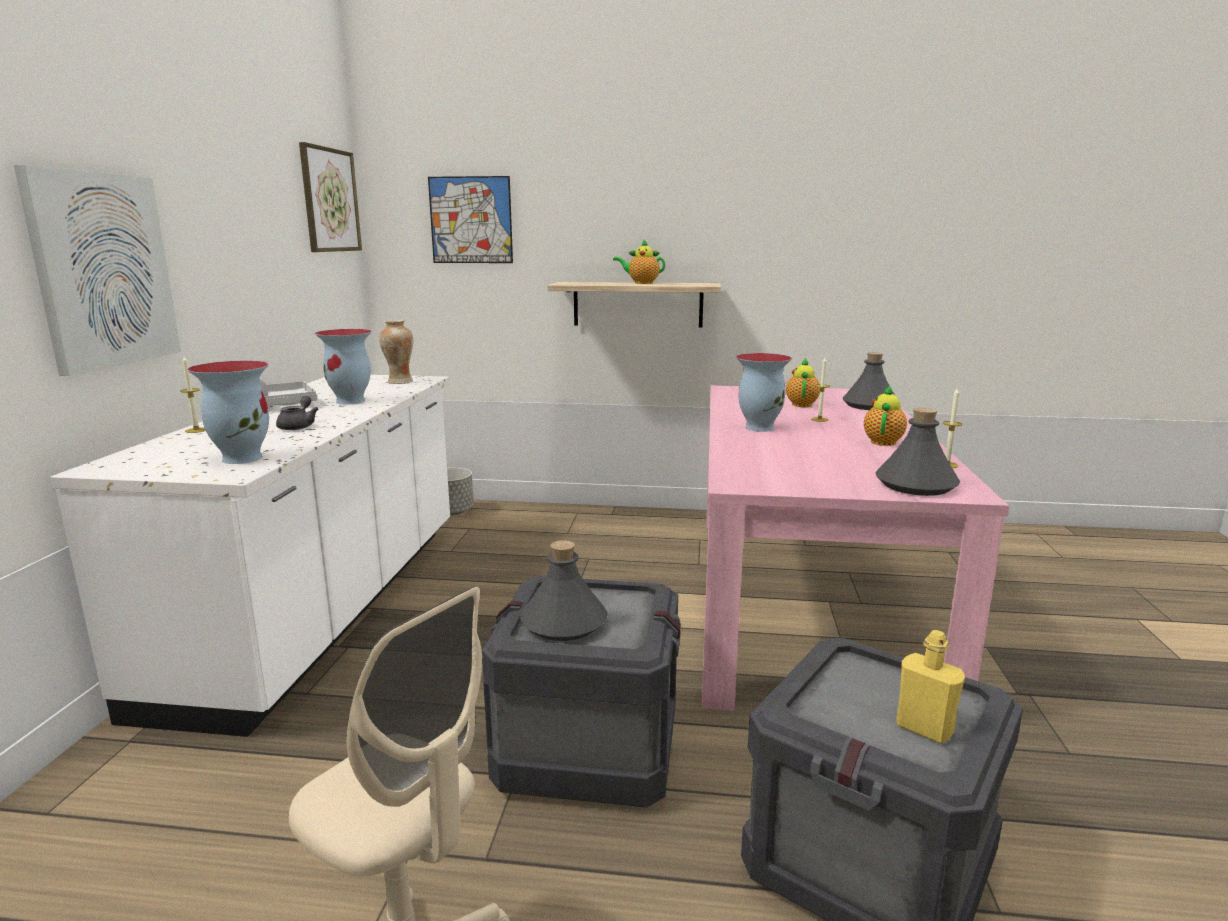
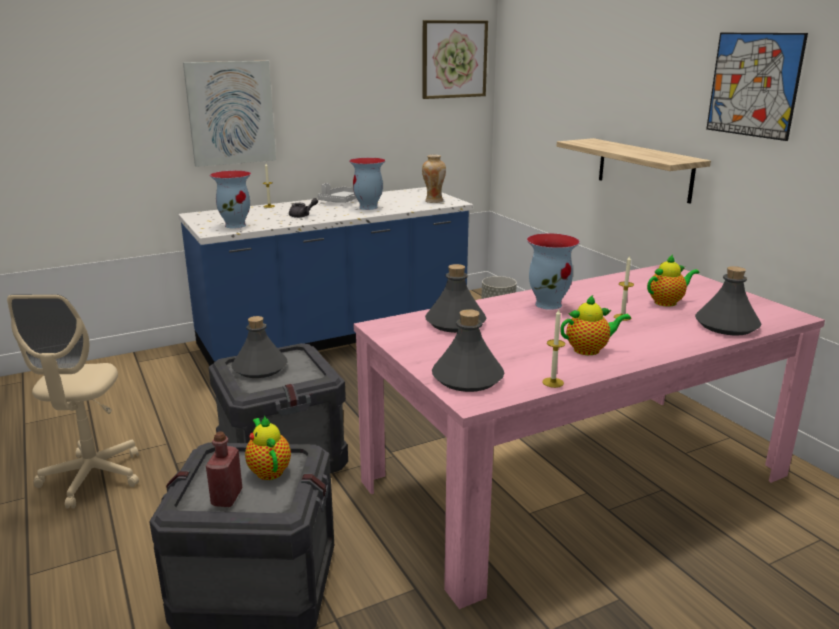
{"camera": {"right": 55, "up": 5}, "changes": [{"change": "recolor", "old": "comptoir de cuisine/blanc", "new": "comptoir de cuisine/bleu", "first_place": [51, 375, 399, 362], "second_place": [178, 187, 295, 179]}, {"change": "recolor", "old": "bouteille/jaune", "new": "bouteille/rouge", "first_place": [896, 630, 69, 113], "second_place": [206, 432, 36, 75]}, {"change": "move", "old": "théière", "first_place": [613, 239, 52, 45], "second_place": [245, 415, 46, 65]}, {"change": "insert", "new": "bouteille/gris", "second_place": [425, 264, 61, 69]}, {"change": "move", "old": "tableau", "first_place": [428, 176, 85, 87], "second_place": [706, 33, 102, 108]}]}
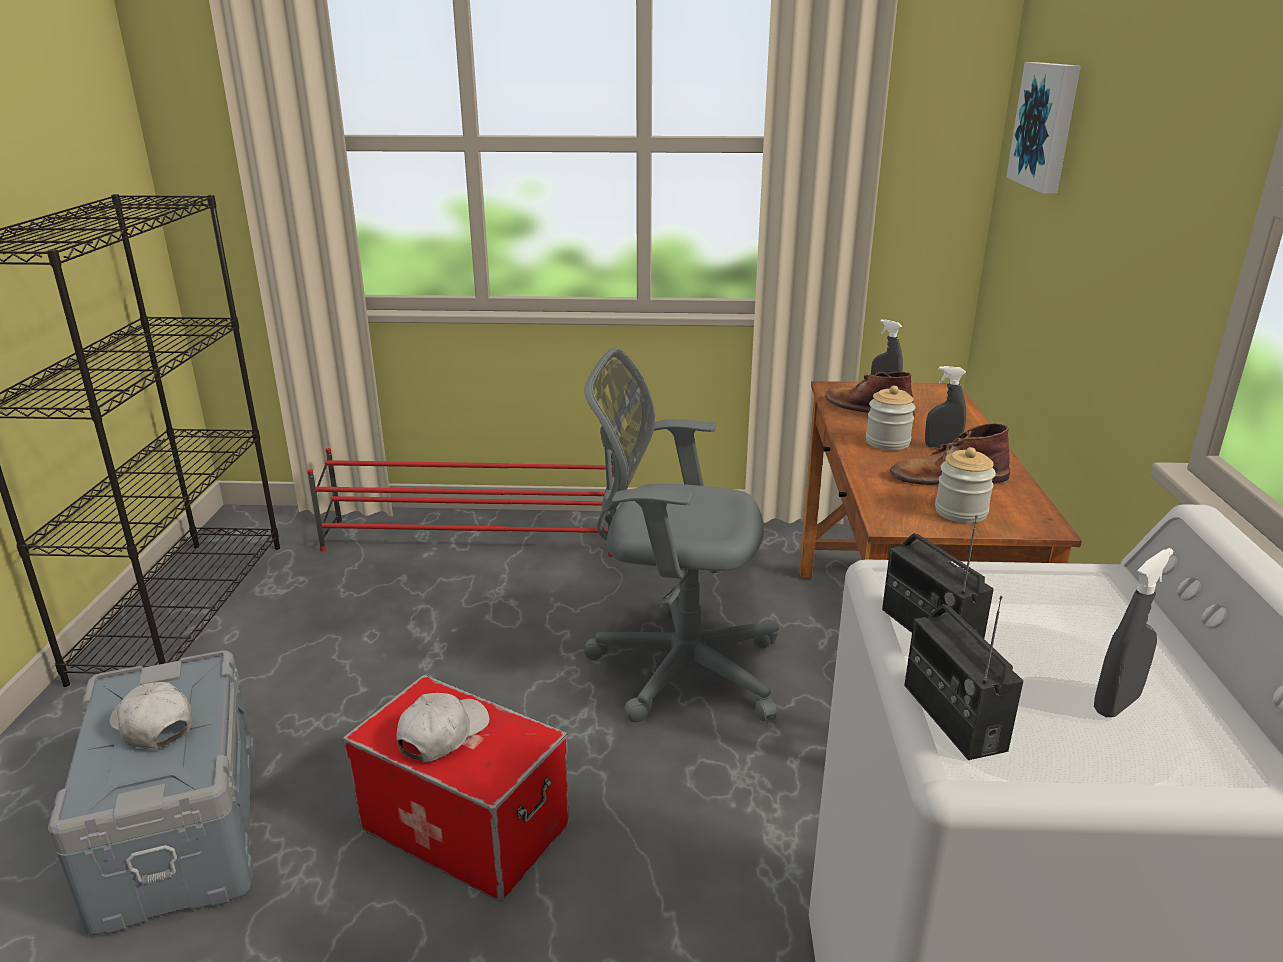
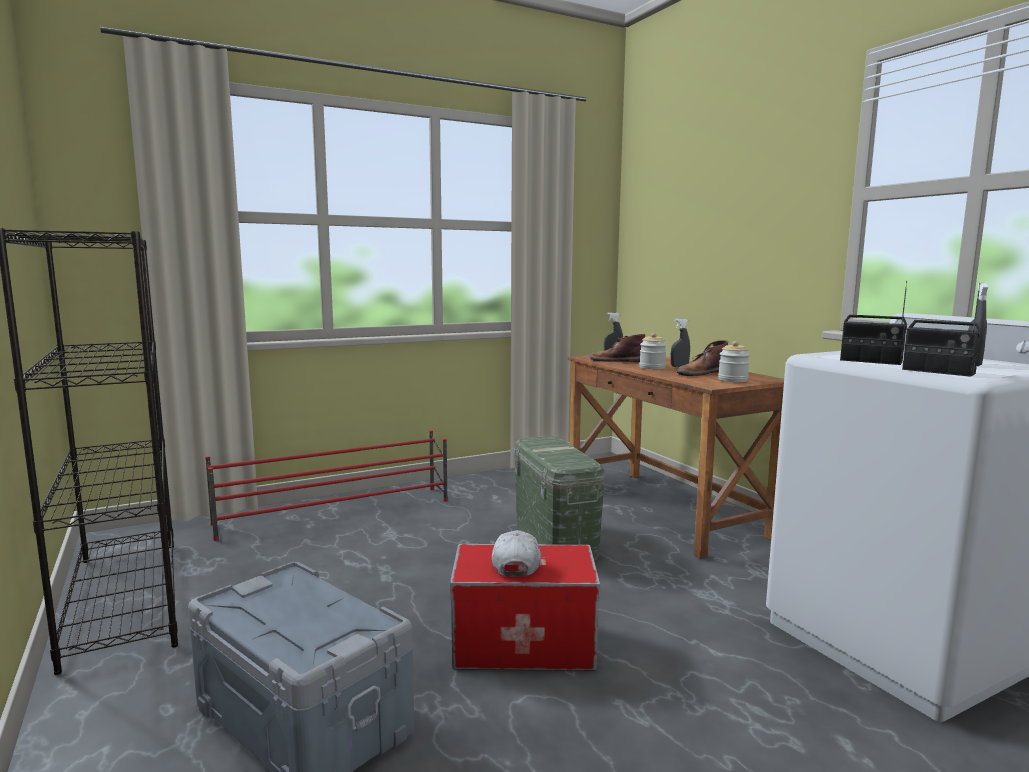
{"camera": {"right": -30, "up": -15}, "changes": [{"change": "replace", "old": "chaise de bureau/gris", "new": "boîte de rangement/vert", "first_place": [583, 347, 196, 375], "second_place": [513, 436, 93, 125]}, {"change": "delete", "old": "casquette/blanc", "first_place": [110, 682, 82, 68]}, {"change": "delete", "old": "tableau", "first_place": [1006, 62, 75, 132]}]}
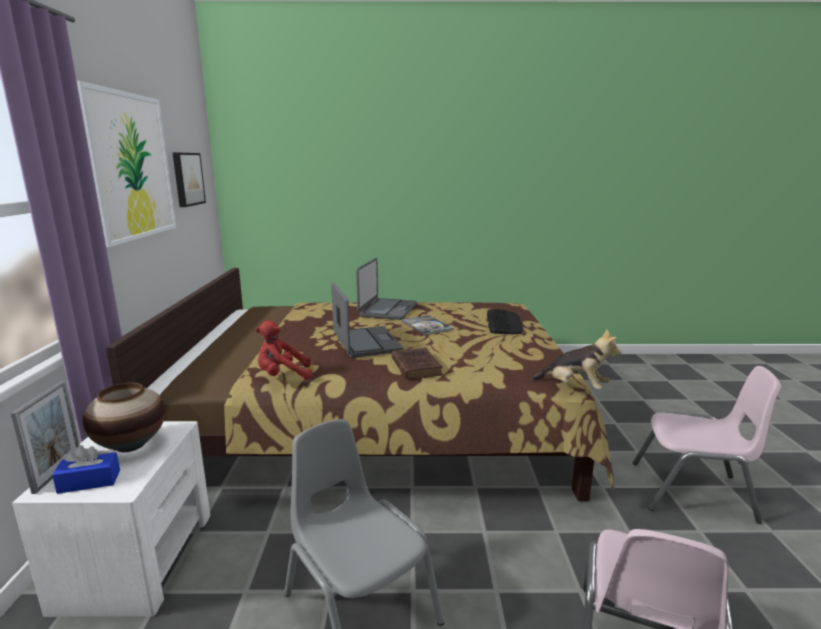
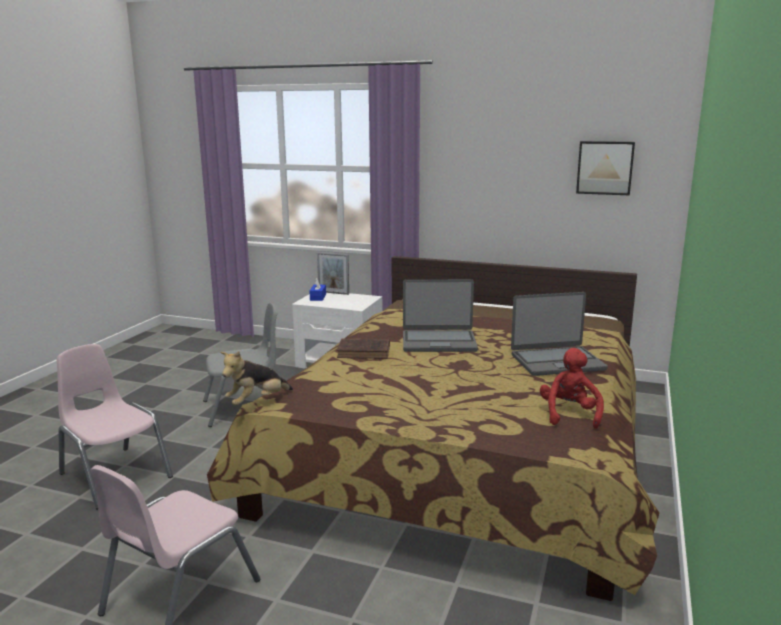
{"camera": {"right": 110, "up": 0}, "changes": [{"change": "rotate", "old": "ordinateur portable", "first_place": [356, 258, 61, 62], "second_place": [511, 292, 97, 84], "degrees": -45}, {"change": "move", "old": "peluche/rouge", "first_place": [255, 321, 57, 59], "second_place": [540, 348, 64, 81]}, {"change": "delete", "old": "tableau", "first_place": [77, 81, 99, 166]}, {"change": "delete", "old": "vase", "first_place": [83, 382, 82, 70]}, {"change": "delete", "old": "livre", "first_place": [402, 315, 51, 21]}, {"change": "delete", "old": "clavier", "first_place": [487, 309, 37, 25]}]}
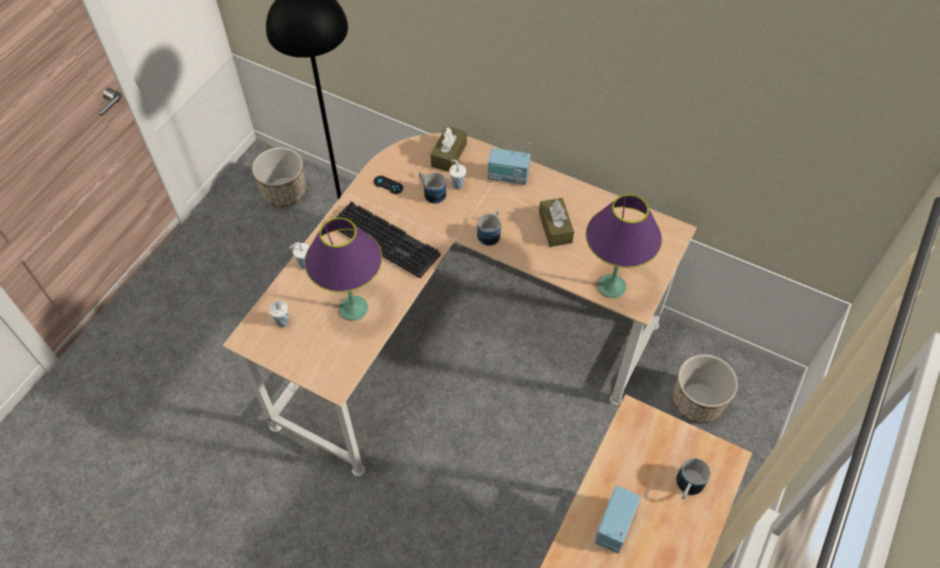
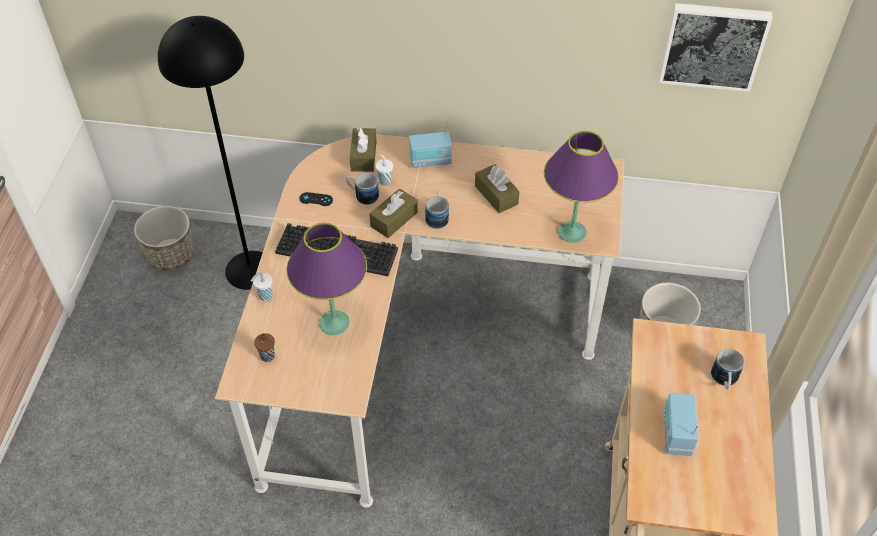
{"camera": {"right": -20, "up": -5}, "changes": [{"change": "recolor", "old": "tasse/blanc", "new": "tasse/marron", "first_place": [269, 301, 20, 26], "second_place": [254, 333, 21, 29]}, {"change": "insert", "new": "boîte à mouchoirs/marron", "second_place": [369, 189, 49, 49]}, {"change": "insert", "new": "tableau", "second_place": [659, 3, 114, 89]}]}
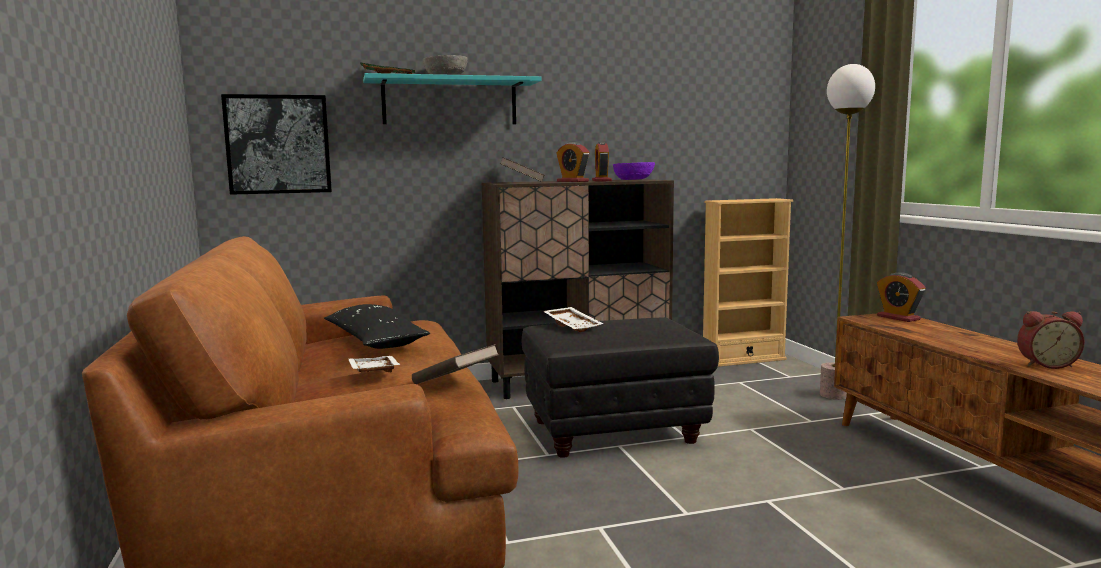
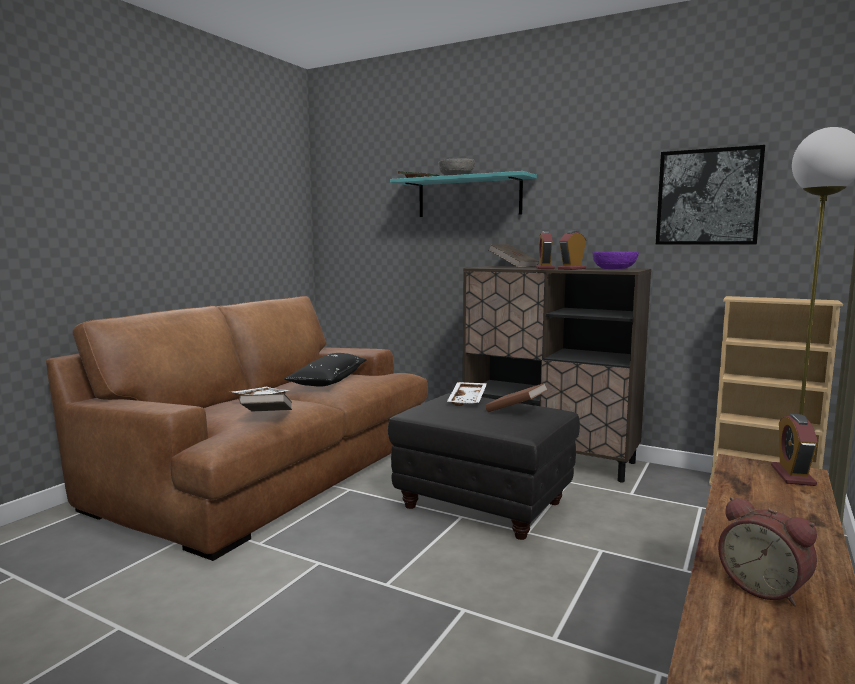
{"camera": {"right": 45, "up": 0}, "changes": [{"change": "insert", "new": "livre/marron", "second_place": [485, 383, 63, 29]}, {"change": "move", "old": "tableau", "first_place": [221, 94, 111, 101], "second_place": [656, 145, 109, 99]}]}
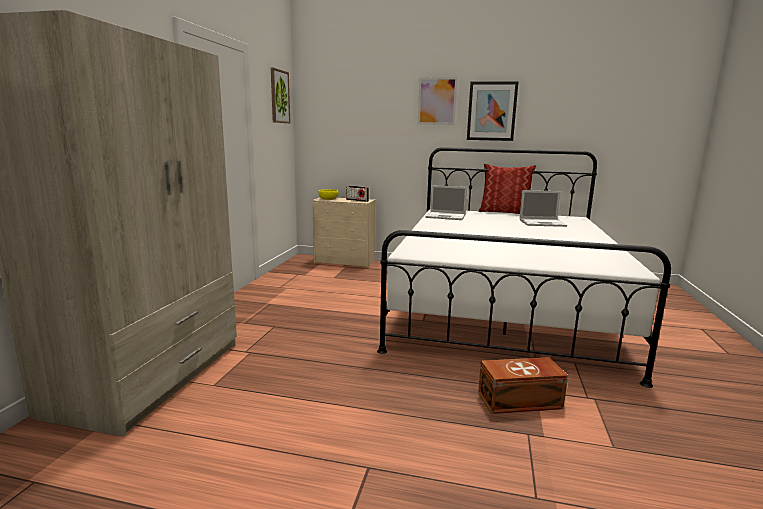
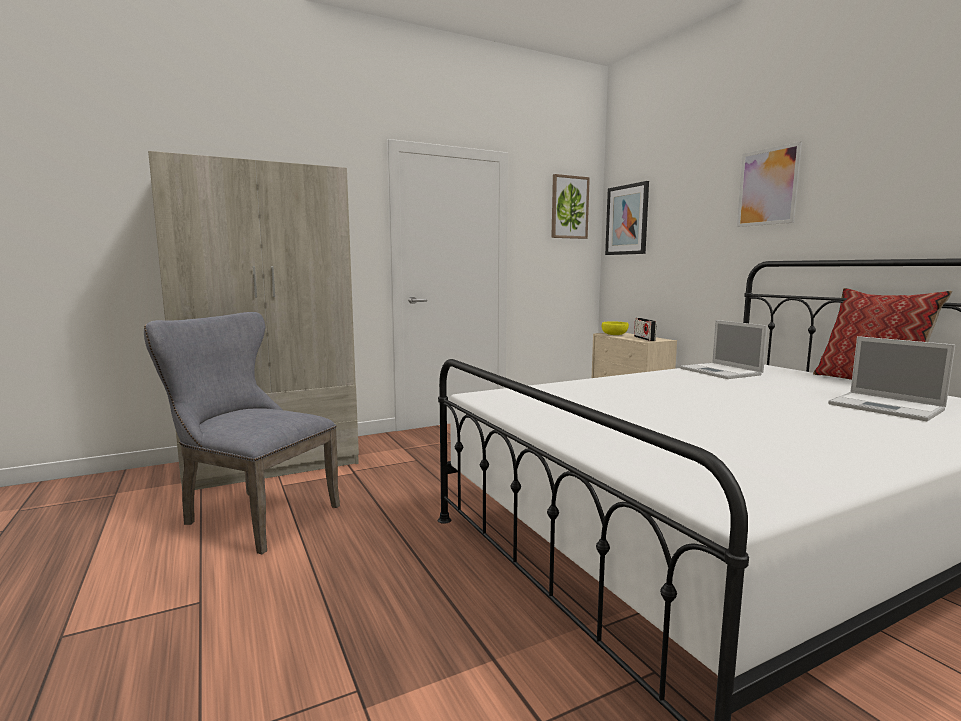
{"camera": {"right": 50, "up": -5}, "changes": [{"change": "insert", "new": "chaise/gris", "second_place": [144, 312, 196, 242]}, {"change": "move", "old": "tableau", "first_place": [467, 81, 52, 60], "second_place": [605, 181, 44, 74]}, {"change": "delete", "old": "boîte de rangement/marron", "first_place": [478, 357, 90, 57]}]}
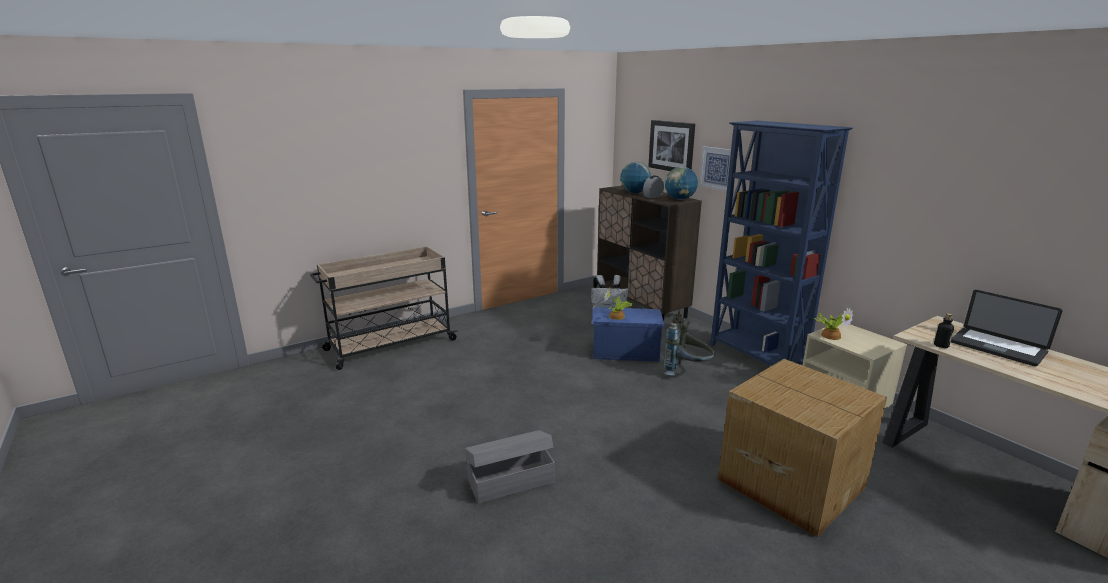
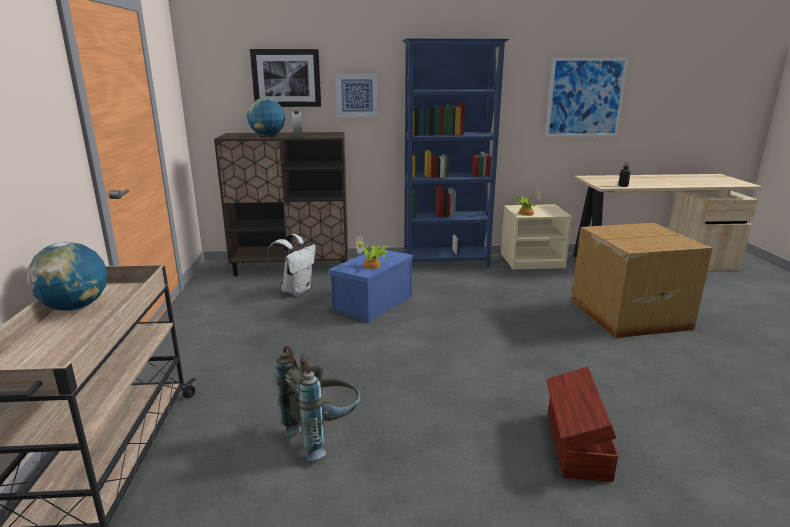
{"camera": {"right": -60, "up": 0}, "changes": [{"change": "move", "old": "globe", "first_place": [665, 167, 33, 33], "second_place": [27, 242, 80, 69]}, {"change": "move", "old": "sac à dos/gris", "first_place": [663, 309, 52, 67], "second_place": [275, 346, 85, 115]}, {"change": "insert", "new": "tableau", "second_place": [545, 58, 84, 79]}, {"change": "recolor", "old": "boîte de rangement/gris", "new": "boîte de rangement/marron", "first_place": [465, 430, 90, 74], "second_place": [546, 367, 72, 115]}, {"change": "delete", "old": "ordinateur portable", "first_place": [951, 290, 111, 76]}]}
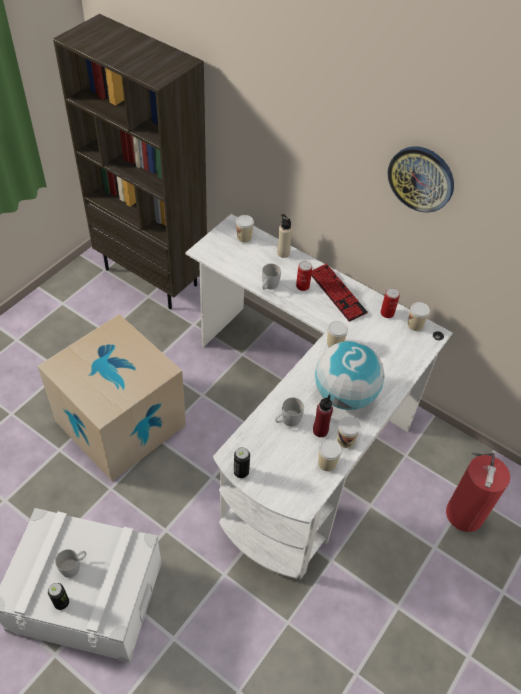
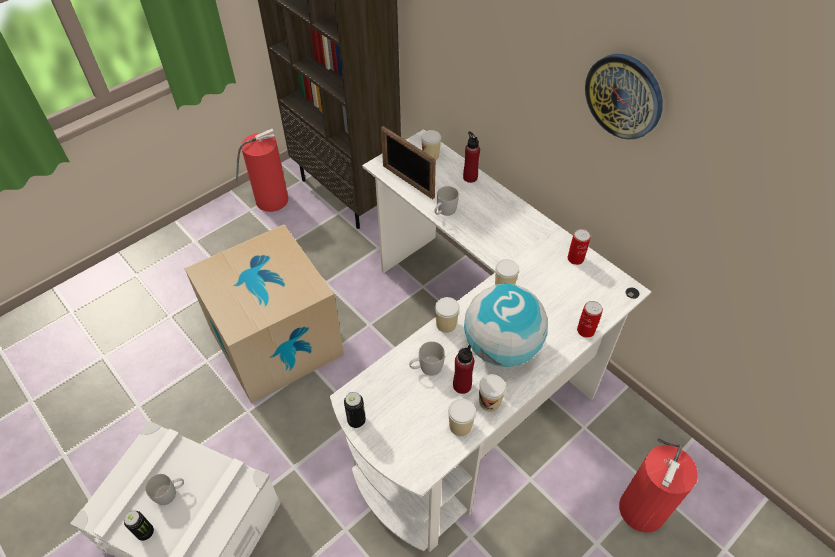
{"camera": {"right": 15, "up": 0}, "changes": [{"change": "insert", "new": "extincteur", "second_place": [236, 129, 52, 83]}, {"change": "insert", "new": "cadre photo", "second_place": [381, 126, 55, 73]}, {"change": "move", "old": "tasse", "first_place": [407, 302, 23, 29], "second_place": [435, 297, 25, 36]}, {"change": "recolor", "old": "bouteille/beige", "new": "bouteille/rouge", "first_place": [277, 214, 15, 44], "second_place": [463, 131, 17, 52]}, {"change": "move", "old": "boîte métallique", "first_place": [296, 261, 16, 30], "second_place": [577, 301, 26, 37]}, {"change": "delete", "old": "clavier", "first_place": [311, 263, 57, 59]}]}
